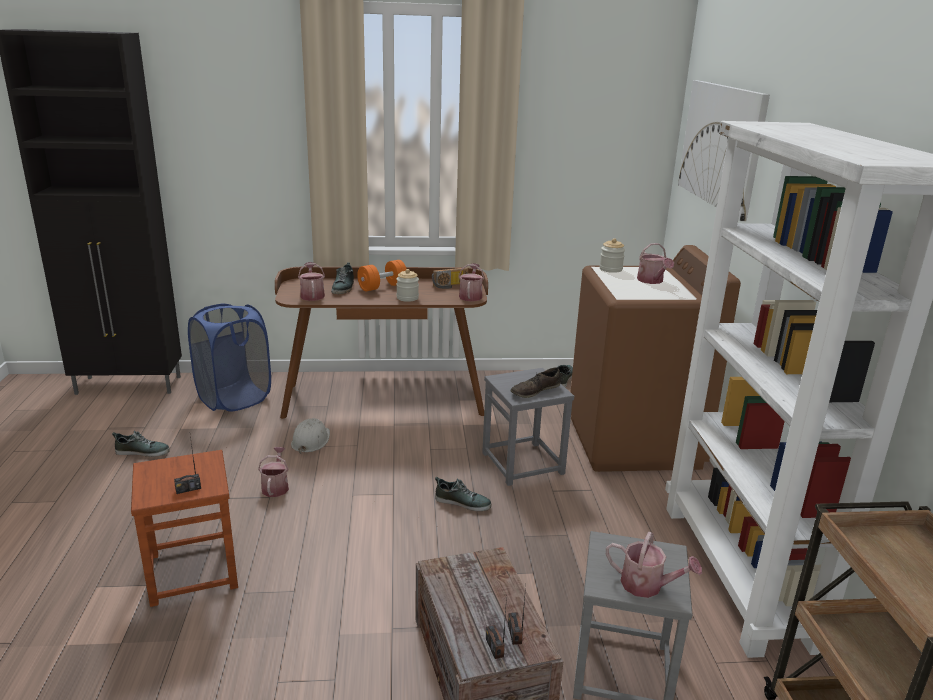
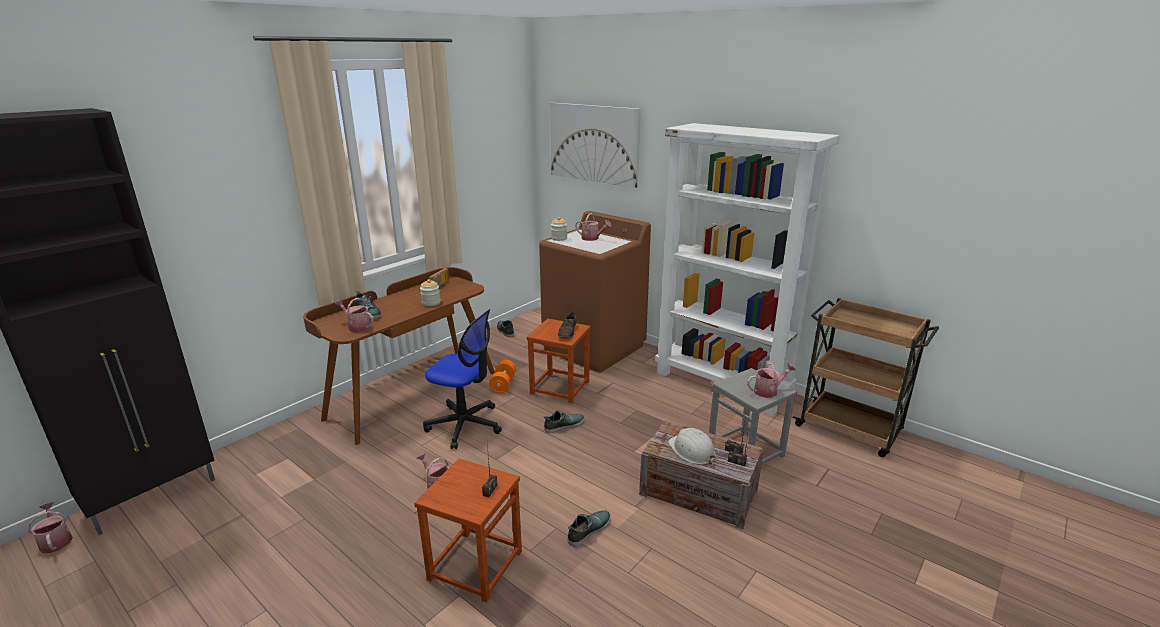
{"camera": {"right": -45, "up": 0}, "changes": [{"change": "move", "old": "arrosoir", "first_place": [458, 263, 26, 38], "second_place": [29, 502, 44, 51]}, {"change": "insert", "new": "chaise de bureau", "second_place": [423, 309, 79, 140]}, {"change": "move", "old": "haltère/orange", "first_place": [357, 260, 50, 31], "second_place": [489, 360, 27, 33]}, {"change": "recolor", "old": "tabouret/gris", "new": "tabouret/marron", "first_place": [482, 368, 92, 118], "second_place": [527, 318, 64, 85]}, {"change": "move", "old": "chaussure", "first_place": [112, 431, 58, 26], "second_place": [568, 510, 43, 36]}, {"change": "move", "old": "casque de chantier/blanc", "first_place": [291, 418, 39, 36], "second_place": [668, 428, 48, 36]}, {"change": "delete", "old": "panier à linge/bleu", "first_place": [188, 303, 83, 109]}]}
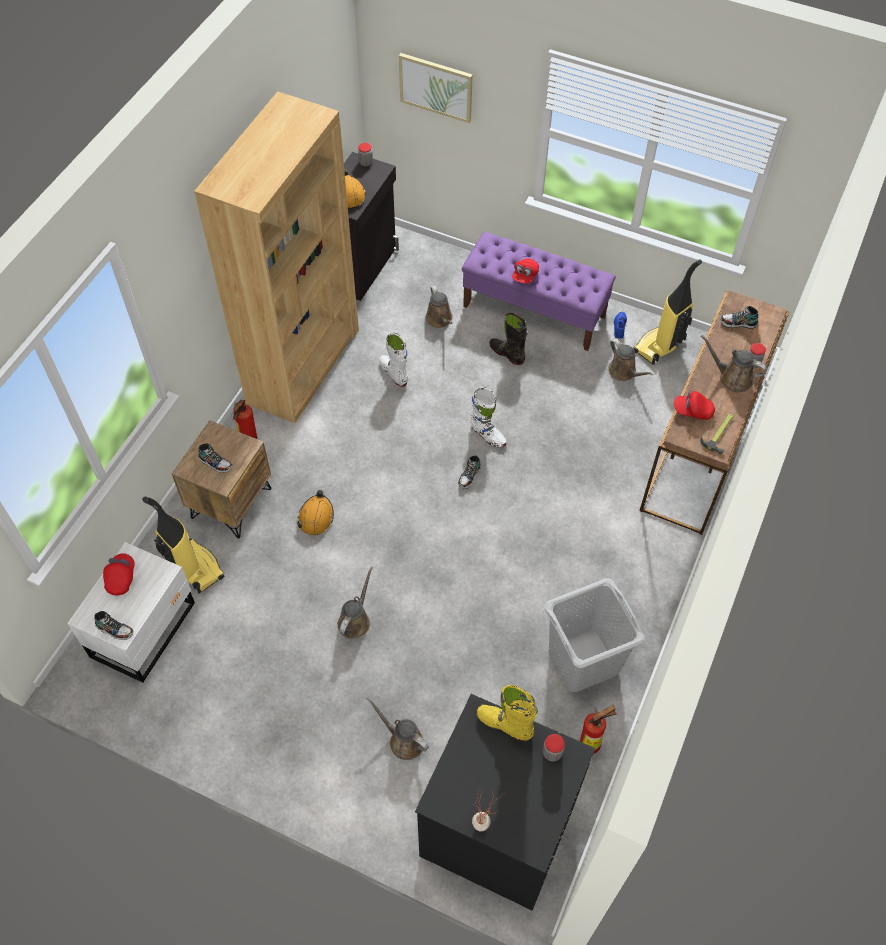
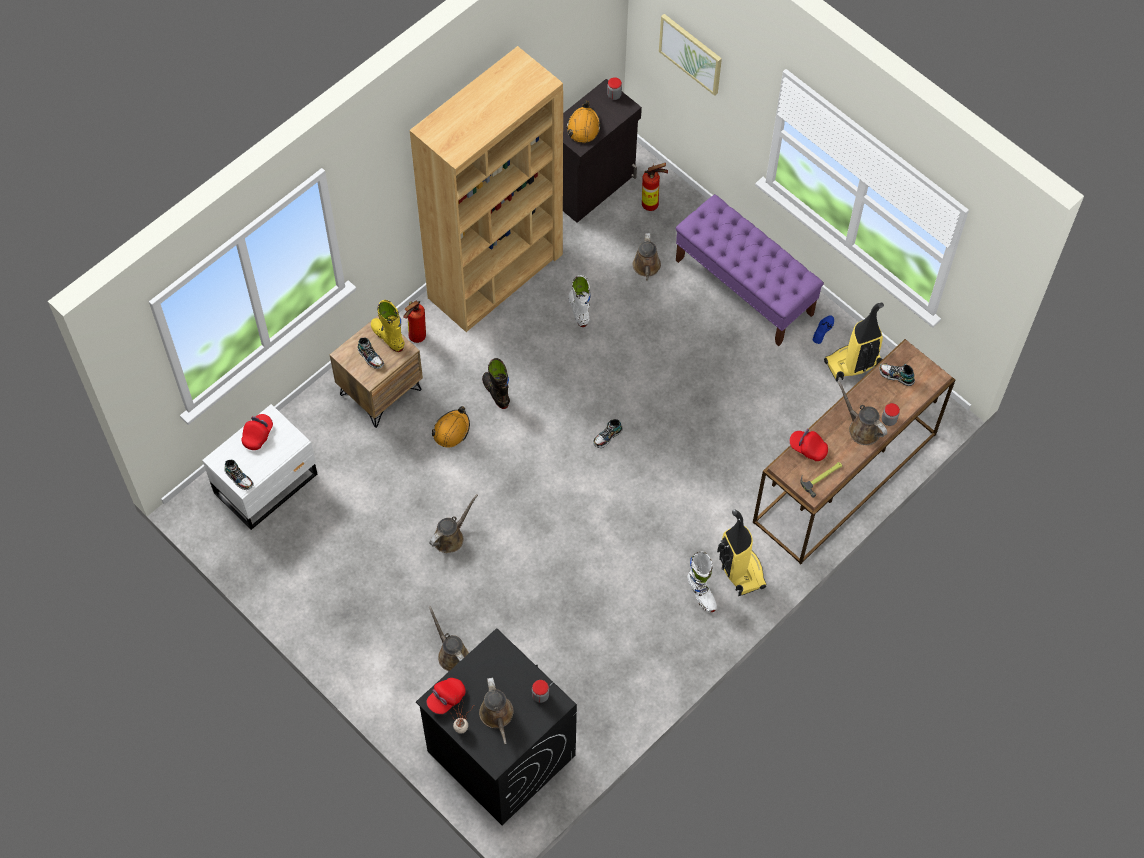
{"camera": {"right": 20, "up": 5}, "changes": [{"change": "move", "old": "botte/jaune", "first_place": [477, 685, 61, 56], "second_place": [371, 300, 34, 52]}, {"change": "move", "old": "casquette/rouge", "first_place": [512, 259, 27, 25], "second_place": [426, 678, 40, 36]}, {"change": "move", "old": "arrosoir/marron", "first_place": [608, 339, 46, 42], "second_place": [479, 677, 35, 67]}, {"change": "move", "old": "botte/noir", "first_place": [490, 312, 38, 53], "second_place": [482, 358, 28, 51]}, {"change": "move", "old": "extincteur", "first_place": [580, 705, 36, 49], "second_place": [642, 163, 26, 48]}, {"change": "move", "old": "botte/blanc", "first_place": [470, 387, 37, 60], "second_place": [687, 551, 30, 61]}, {"change": "move", "old": "aspirateur", "first_place": [142, 497, 82, 97], "second_place": [717, 509, 50, 87]}, {"change": "delete", "old": "panier à linge/gris", "first_place": [544, 578, 101, 114]}]}
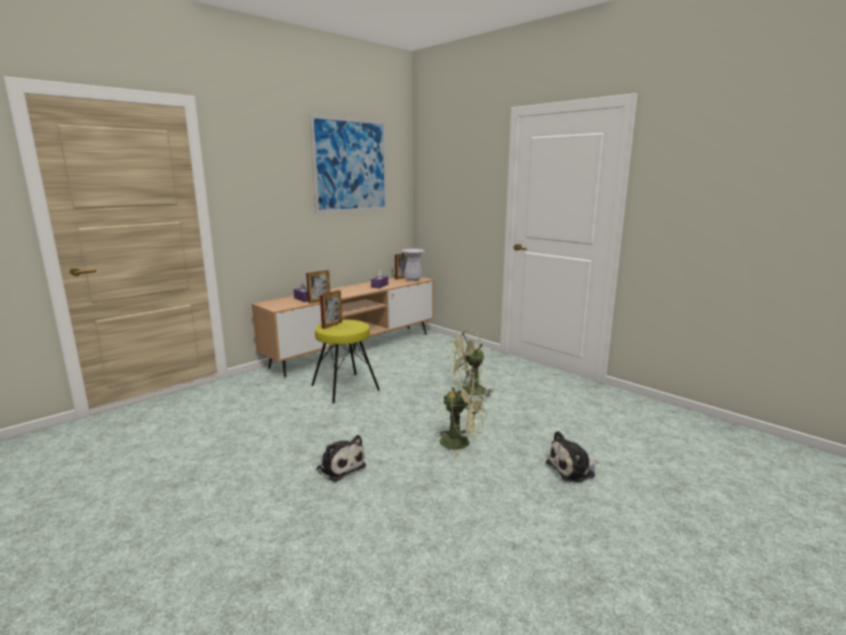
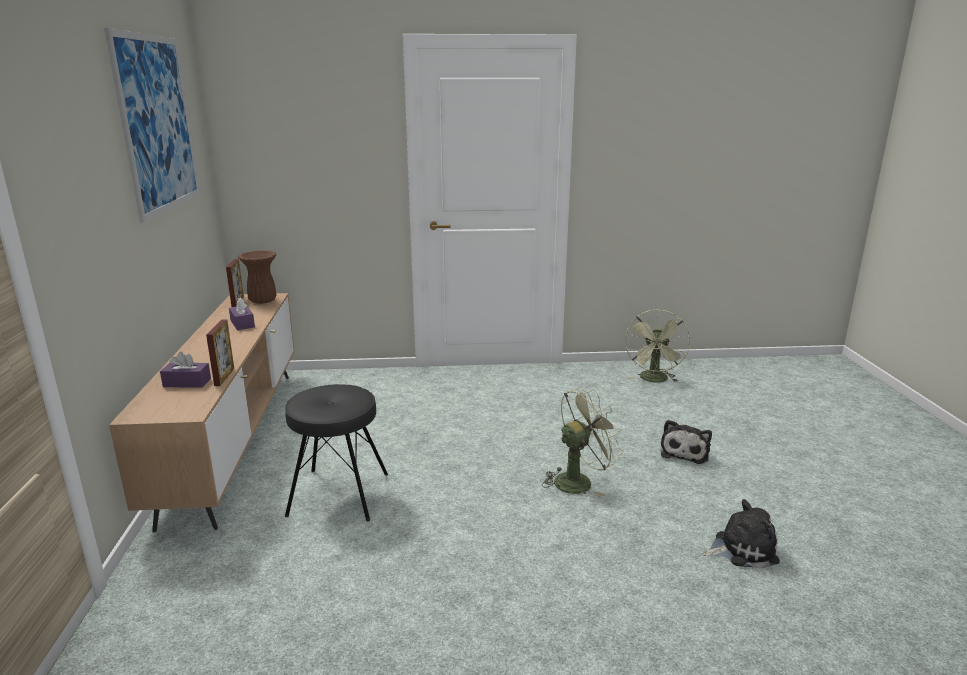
{"camera": {"right": -50, "up": 5}, "changes": [{"change": "recolor", "old": "vase/blanc", "new": "vase/marron", "first_place": [402, 249, 22, 32], "second_place": [238, 250, 38, 54]}, {"change": "recolor", "old": "tabouret/jaune", "new": "tabouret/noir", "first_place": [311, 320, 69, 83], "second_place": [285, 384, 103, 138]}, {"change": "move", "old": "ventilateur/vert", "first_place": [447, 330, 47, 70], "second_place": [625, 309, 65, 74]}, {"change": "move", "old": "peluche", "first_place": [317, 435, 49, 47], "second_place": [703, 499, 77, 69]}, {"change": "delete", "old": "cadre photo", "first_place": [320, 290, 22, 39]}]}
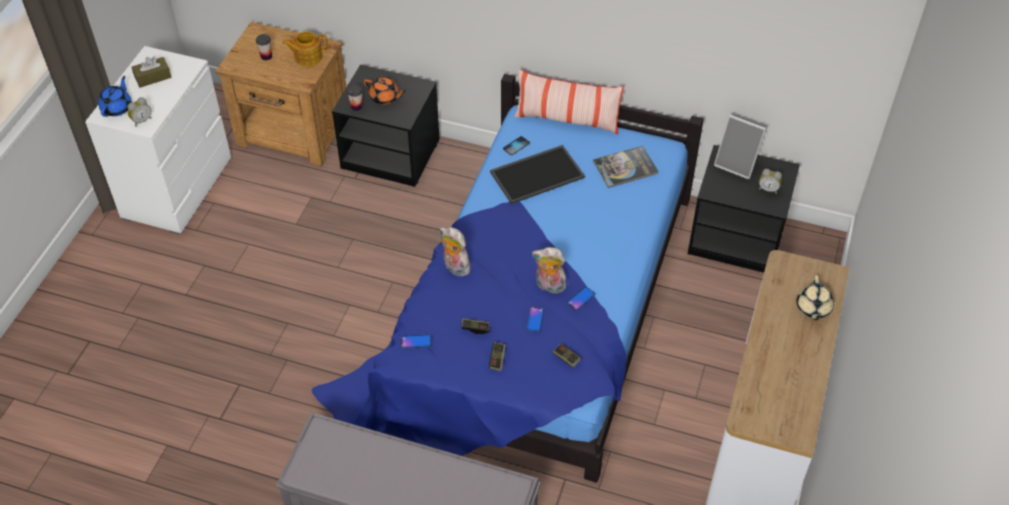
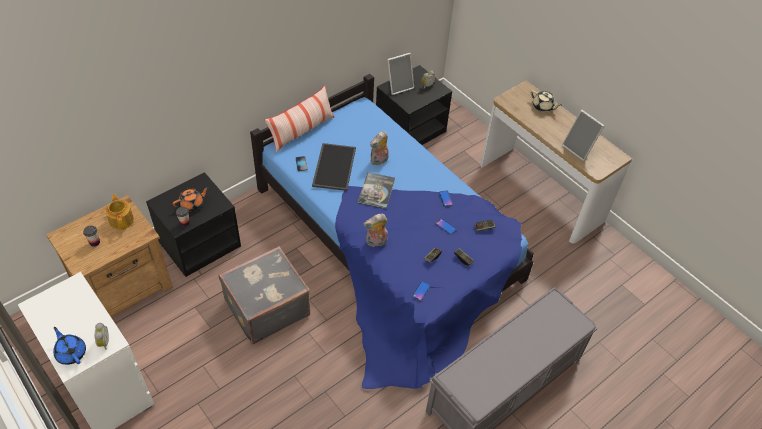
{"camera": {"right": -60, "up": 0}, "changes": [{"change": "rotate", "old": "théière", "first_place": [282, 31, 46, 35], "second_place": [105, 194, 29, 36], "degrees": 135}, {"change": "insert", "new": "valise/gris", "second_place": [219, 246, 91, 98]}, {"change": "move", "old": "livre", "first_place": [593, 146, 66, 42], "second_place": [358, 172, 37, 37]}, {"change": "move", "old": "peluche", "first_place": [532, 247, 34, 46], "second_place": [370, 131, 19, 34]}, {"change": "insert", "new": "cadre photo", "second_place": [562, 110, 43, 51]}, {"change": "delete", "old": "boîte à mouchoirs/marron", "first_place": [132, 56, 40, 32]}]}
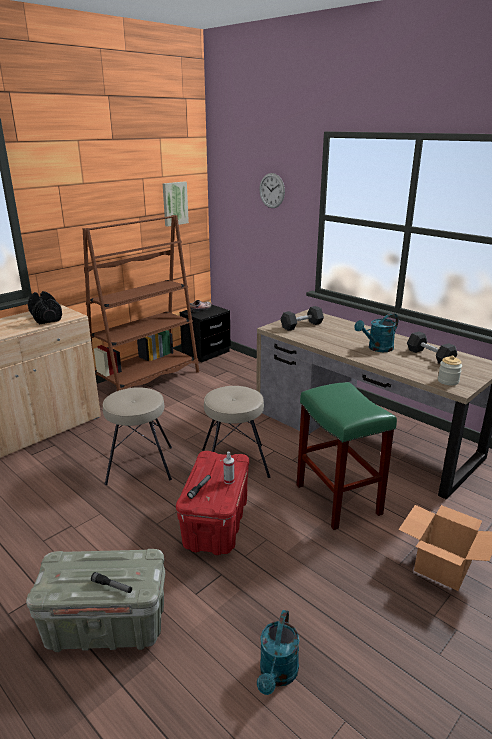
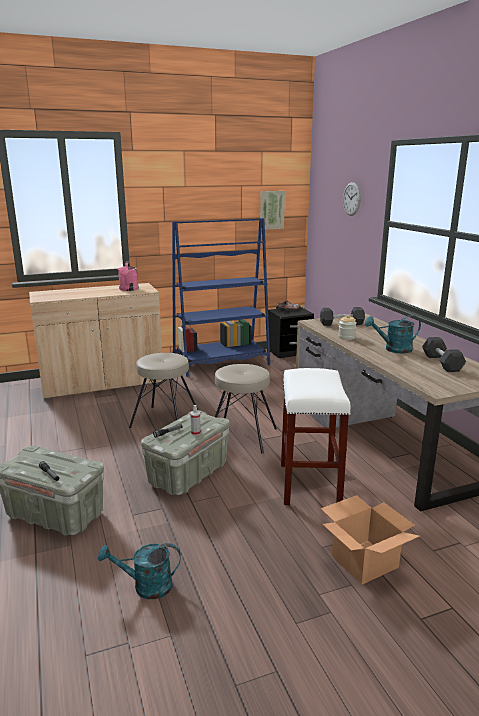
{"camera": {"right": 25, "up": -5}, "changes": [{"change": "rotate", "old": "arrosoir/turquoise", "first_place": [257, 610, 43, 85], "second_place": [98, 543, 83, 56], "degrees": 45}, {"change": "replace", "old": "haltère/noir", "new": "arrosoir/rose", "first_place": [28, 291, 34, 33], "second_place": [118, 261, 21, 30]}, {"change": "recolor", "old": "boîte de rangement/rouge", "new": "boîte de rangement/gris", "first_place": [176, 451, 73, 104], "second_place": [141, 410, 89, 85]}, {"change": "recolor", "old": "bibliothèque/marron", "new": "bibliothèque/bleu", "first_place": [83, 215, 116, 176], "second_place": [172, 218, 98, 159]}, {"change": "recolor", "old": "tabouret/vert", "new": "tabouret/blanc", "first_place": [297, 382, 100, 148], "second_place": [281, 368, 70, 137]}, {"change": "move", "old": "bocal", "first_place": [438, 356, 24, 30], "second_place": [338, 315, 19, 25]}]}
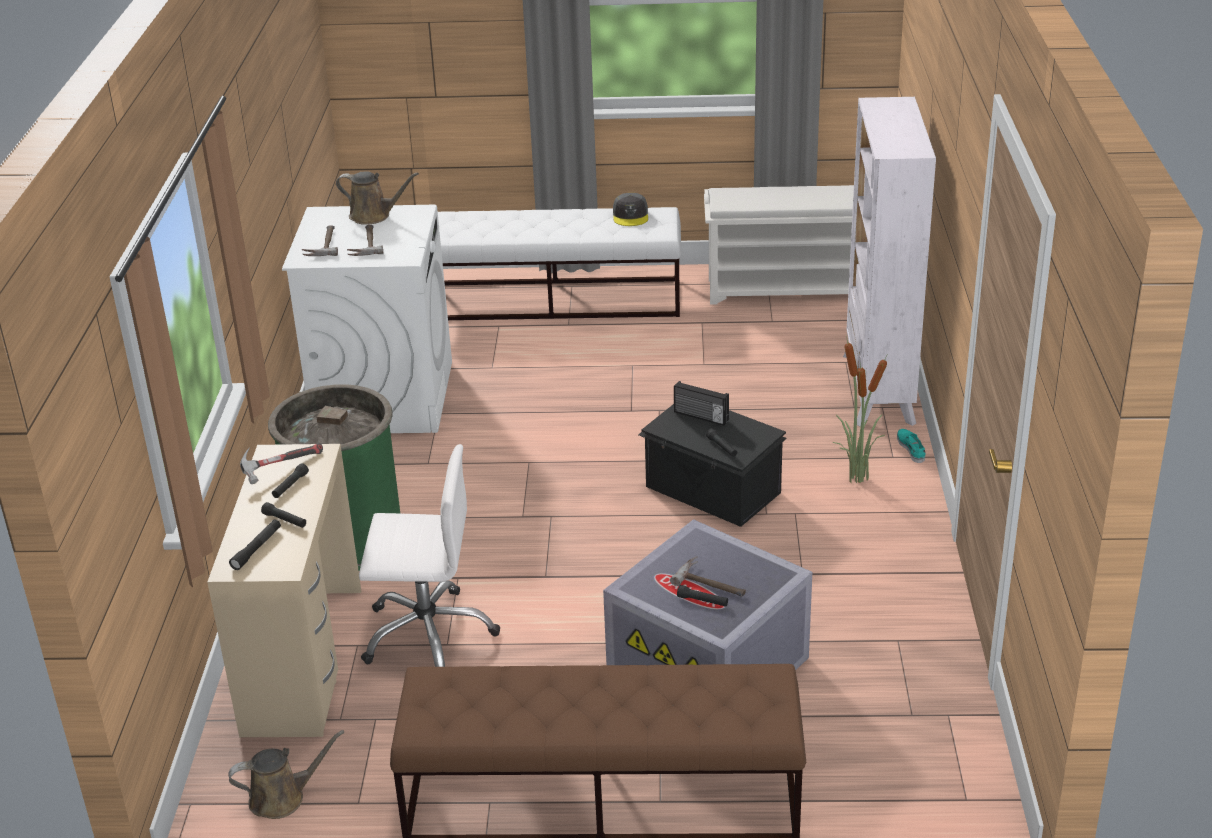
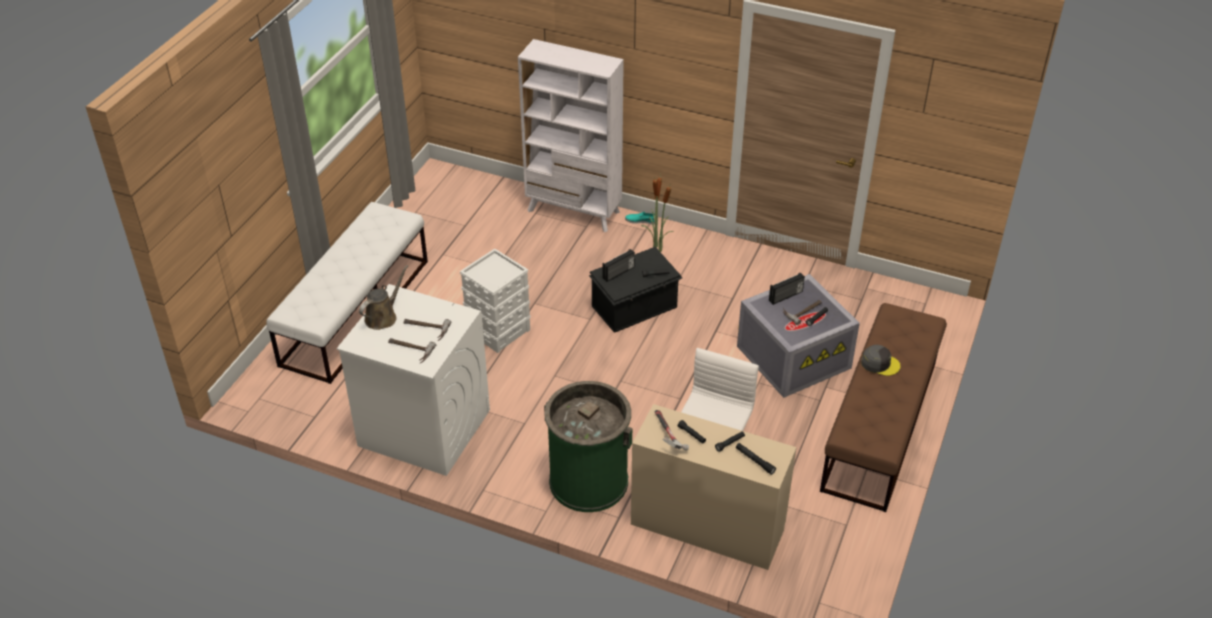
{"camera": {"right": -70, "up": 10}, "changes": [{"change": "insert", "new": "boîte de rangement/blanc", "second_place": [460, 249, 71, 104]}, {"change": "insert", "new": "radio", "second_place": [769, 273, 36, 32]}, {"change": "move", "old": "casquette/gris", "first_place": [613, 193, 35, 33], "second_place": [861, 345, 40, 31]}, {"change": "delete", "old": "arrosoir/marron", "first_place": [228, 730, 116, 89]}, {"change": "delete", "old": "étagère à chaussures/blanc", "first_place": [704, 185, 150, 120]}]}
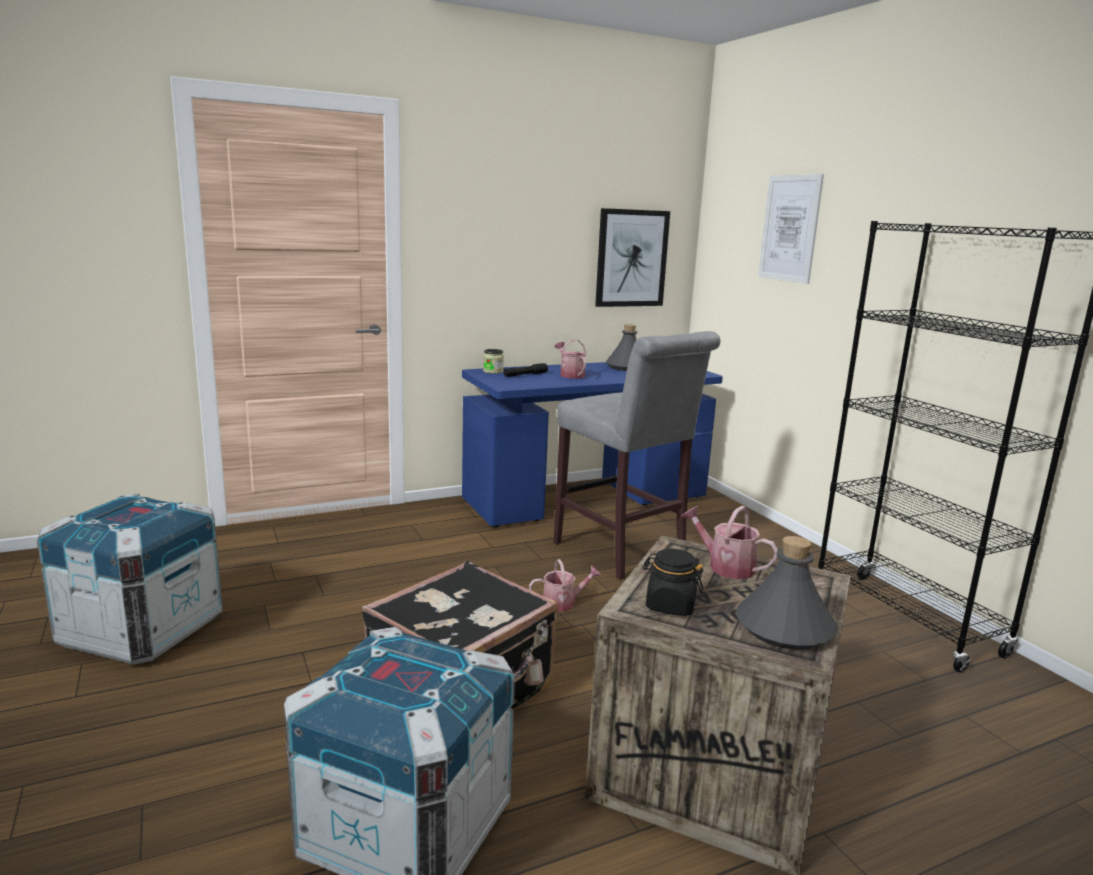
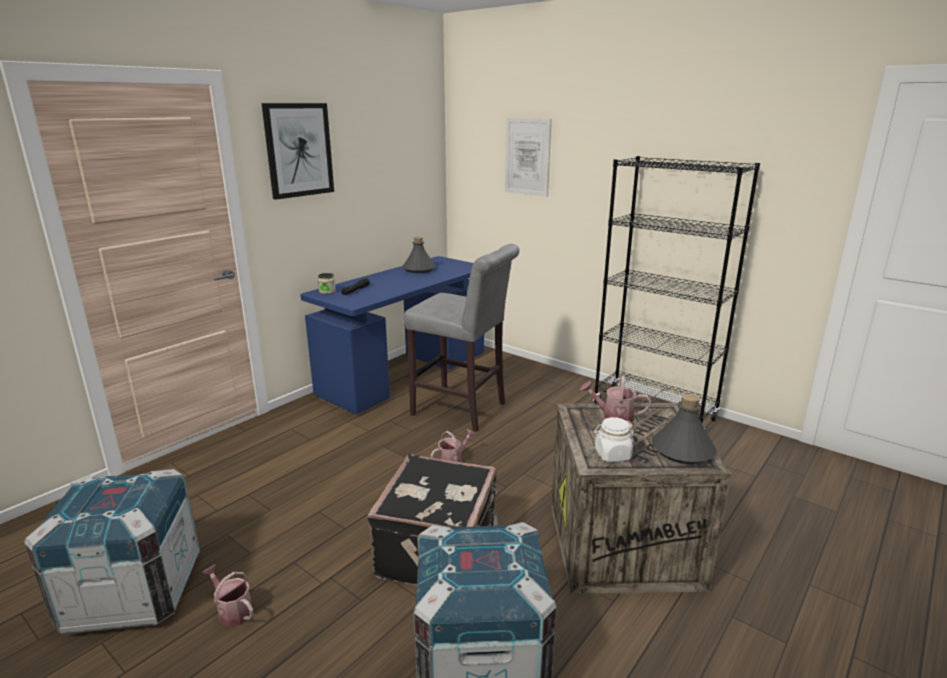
{"camera": {"right": -25, "up": 5}, "changes": [{"change": "move", "old": "arrosoir", "first_place": [555, 340, 31, 39], "second_place": [202, 564, 52, 63]}, {"change": "move", "old": "tableau", "first_place": [595, 208, 75, 99], "second_place": [262, 103, 72, 97]}, {"change": "recolor", "old": "bocal/noir", "new": "bocal/blanc", "first_place": [643, 549, 60, 67], "second_place": [594, 417, 40, 45]}]}
